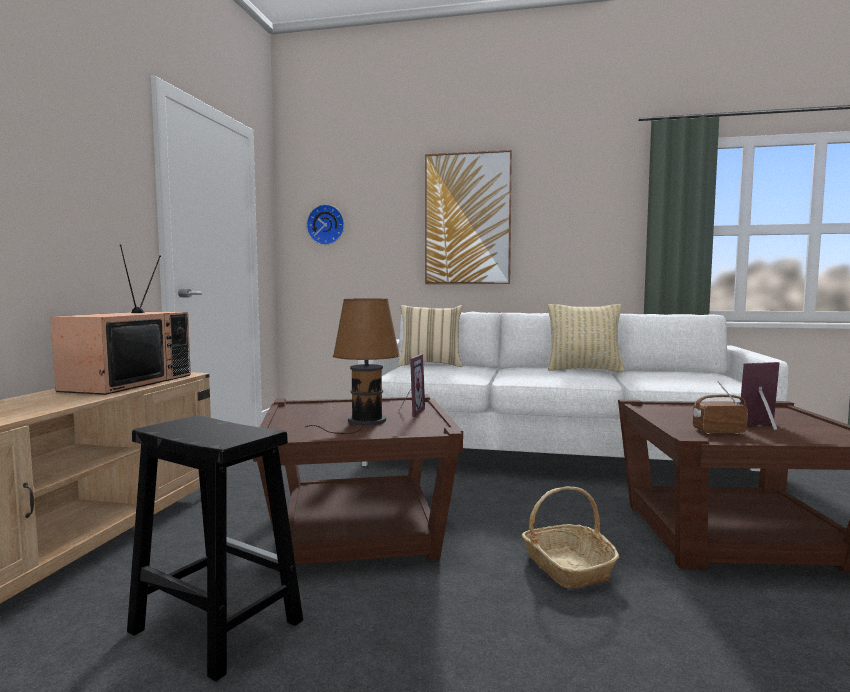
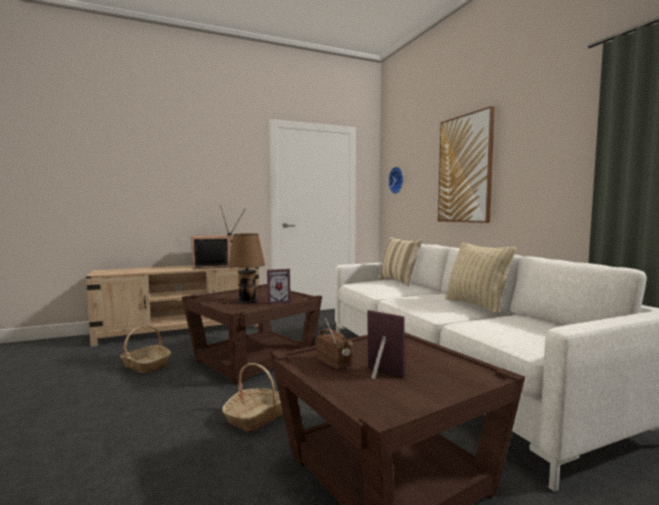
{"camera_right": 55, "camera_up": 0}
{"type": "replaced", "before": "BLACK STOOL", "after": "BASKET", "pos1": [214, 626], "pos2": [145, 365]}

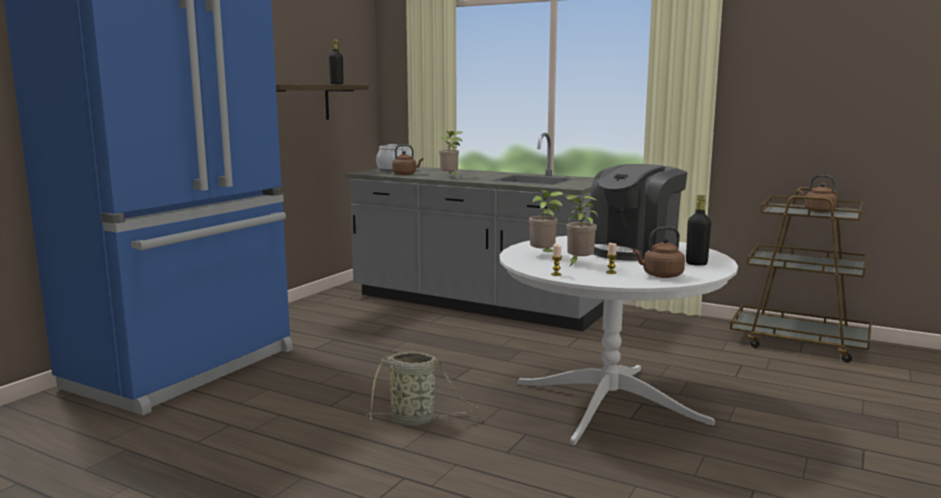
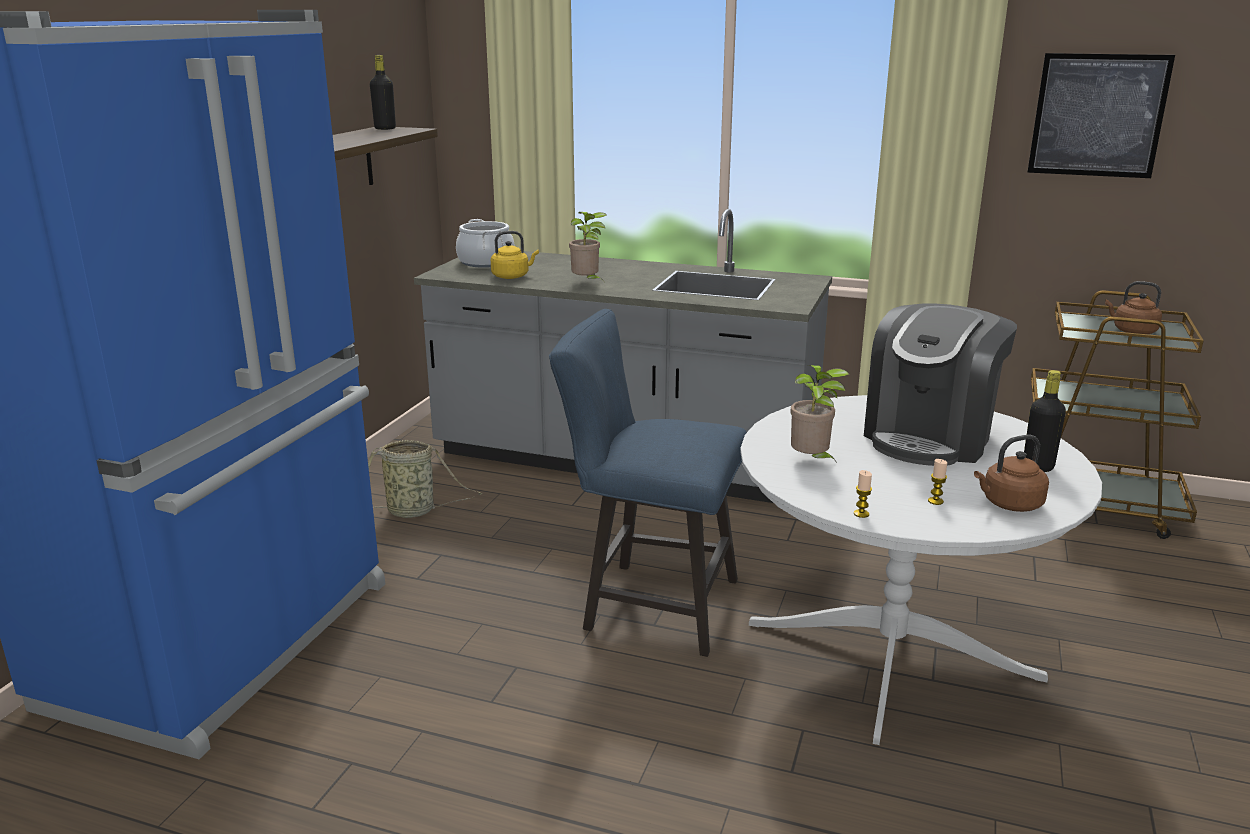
{"camera_right": -10, "camera_up": 10}
{"type": "moved", "before": "BASKET", "pos1": [416, 420], "pos2": [414, 511]}
{"type": "recoloured", "before": "BROWN KETTLE", "after": "YELLOW KETTLE", "pos1": [406, 174], "pos2": [512, 276]}
{"type": "removed", "before": "POTTED PLANT", "pos1": [578, 264]}
{"type": "added", "after": "BLUE CHAIR", "pos2": [649, 604]}
{"type": "added", "after": "PICTURE", "pos2": [1098, 115]}

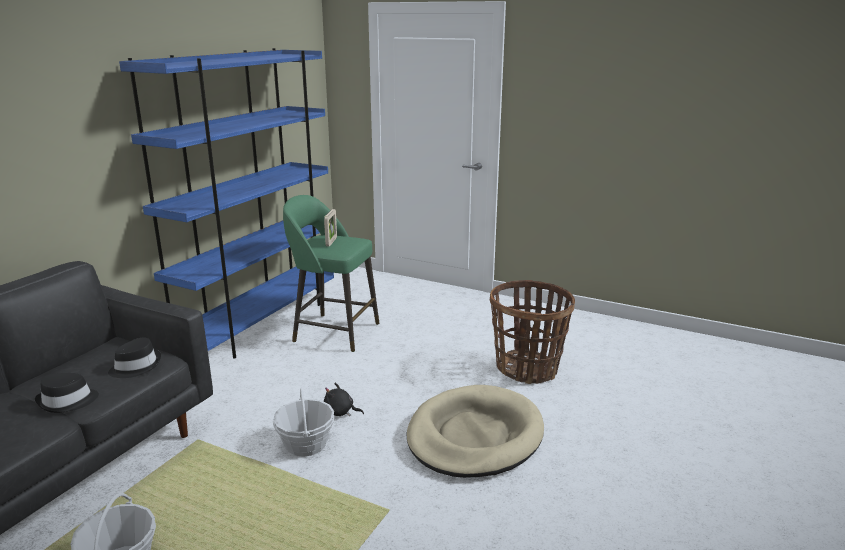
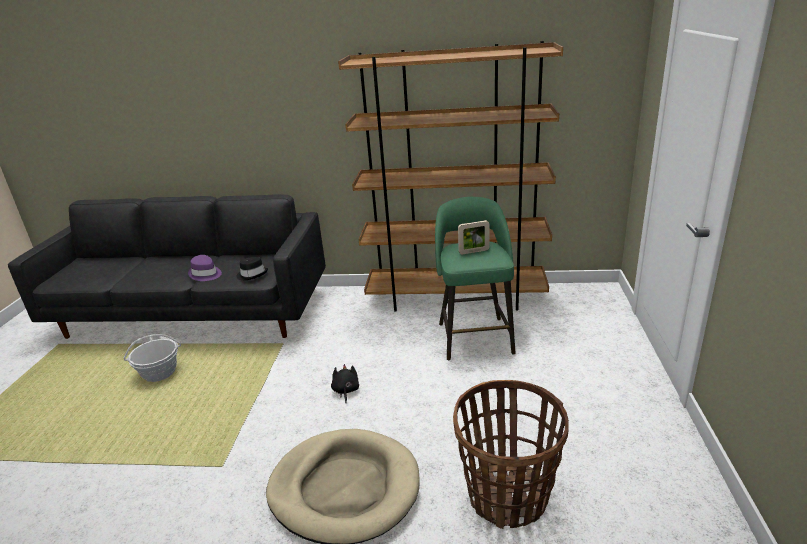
{"camera_right": 70, "camera_up": 5}
{"type": "recoloured", "before": "BLACK HAT", "after": "PURPLE HAT", "pos1": [67, 401], "pos2": [205, 274]}
{"type": "recoloured", "before": "BLUE BOOKCASE", "after": "BROWN BOOKCASE", "pos1": [260, 323], "pos2": [456, 298]}
{"type": "removed", "before": "BASKET", "pos1": [306, 444]}

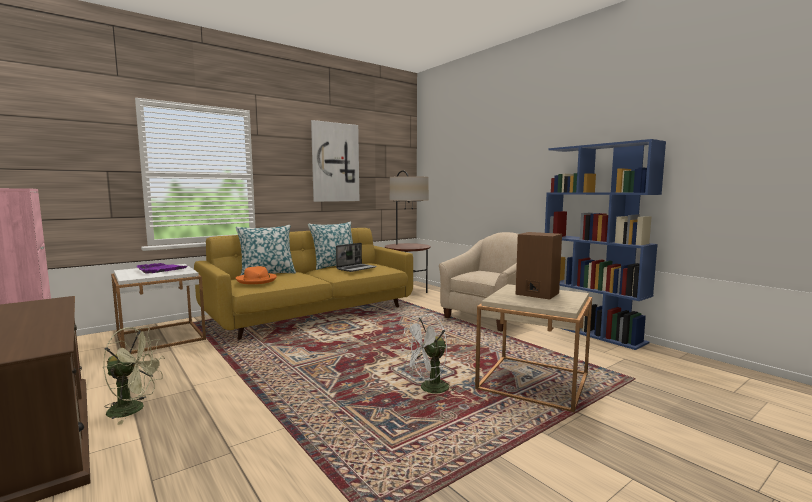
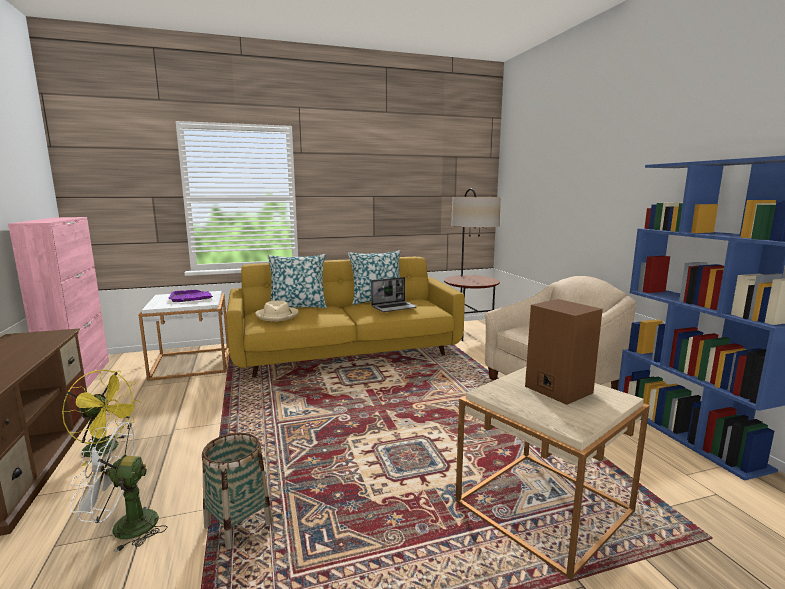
{"camera_right": 20, "camera_up": 5}
{"type": "recoloured", "before": "GREEN FAN", "after": "YELLOW FAN", "pos1": [134, 409], "pos2": [107, 449]}
{"type": "recoloured", "before": "ORANGE HAT", "after": "BEIGE HAT", "pos1": [257, 280], "pos2": [277, 316]}
{"type": "removed", "before": "PICTURE", "pos1": [335, 162]}
{"type": "moved", "before": "WHITE FAN", "pos1": [429, 390], "pos2": [124, 527]}
{"type": "added", "after": "BASKET", "pos2": [238, 525]}

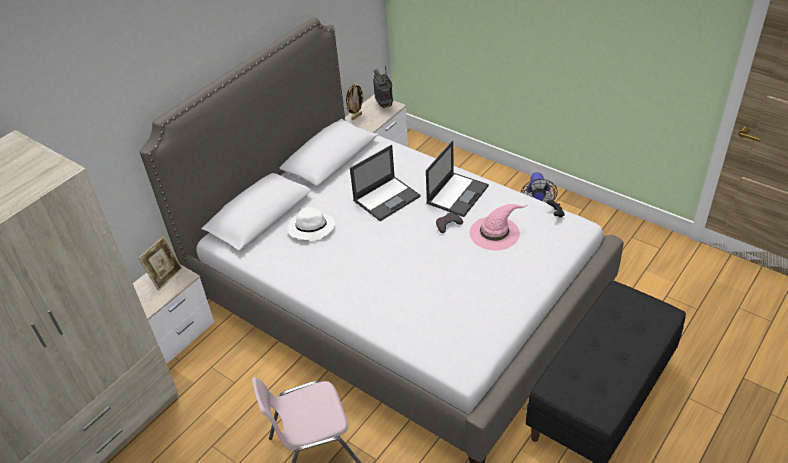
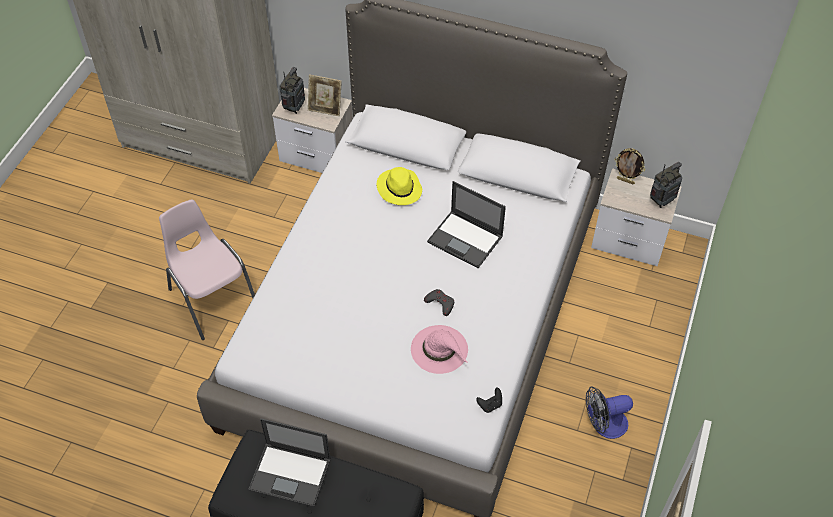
{"camera_right": 70, "camera_up": 10}
{"type": "recoloured", "before": "WHITE HAT", "after": "YELLOW HAT", "pos1": [310, 228], "pos2": [399, 188]}
{"type": "moved", "before": "LAPTOP", "pos1": [457, 194], "pos2": [291, 474]}
{"type": "added", "after": "RADIO", "pos2": [294, 108]}

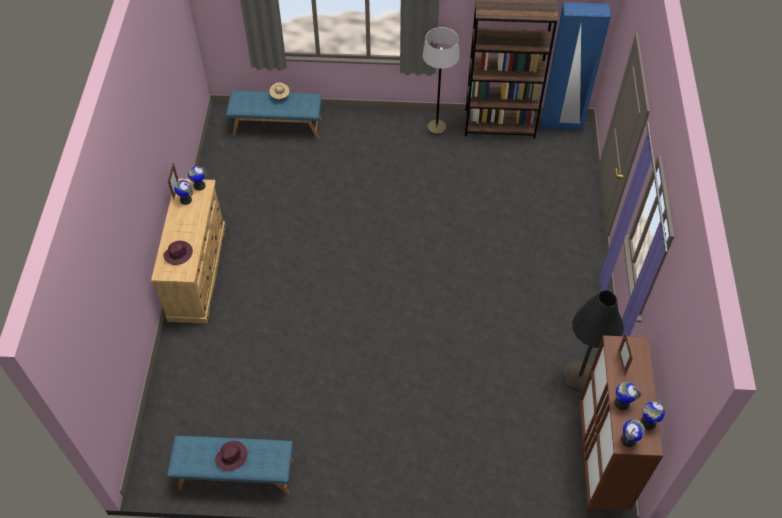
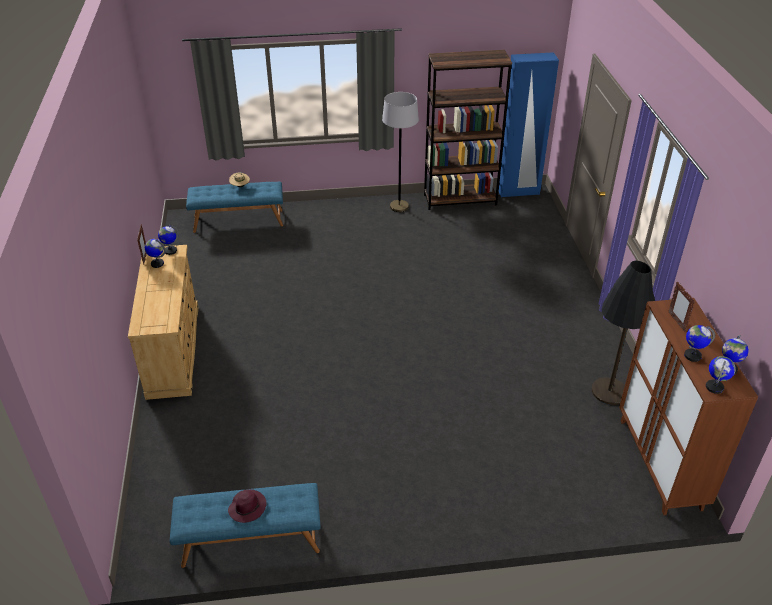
{"camera_right": -10, "camera_up": -15}
{"type": "removed", "before": "PURPLE HAT", "pos1": [178, 253]}

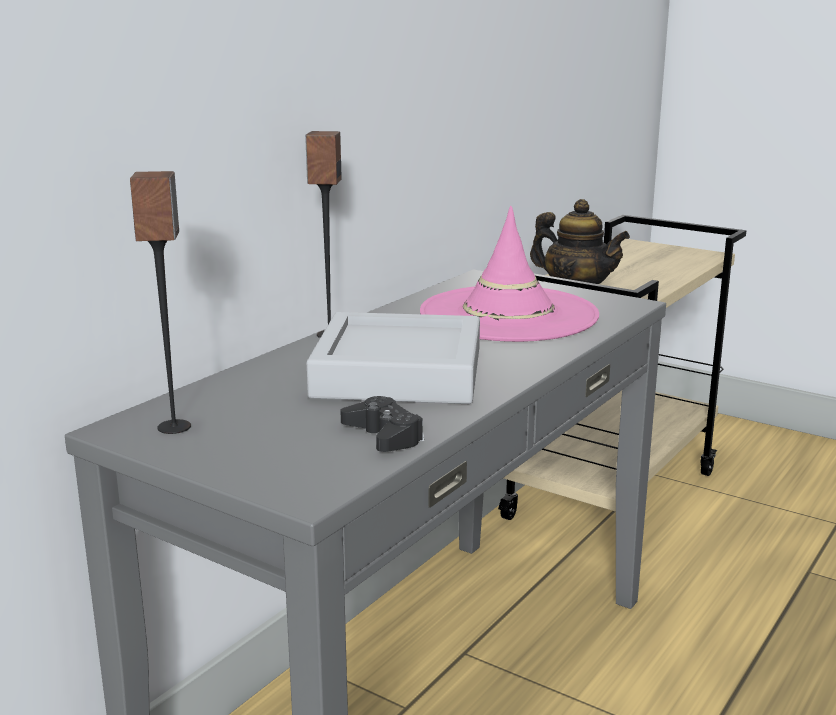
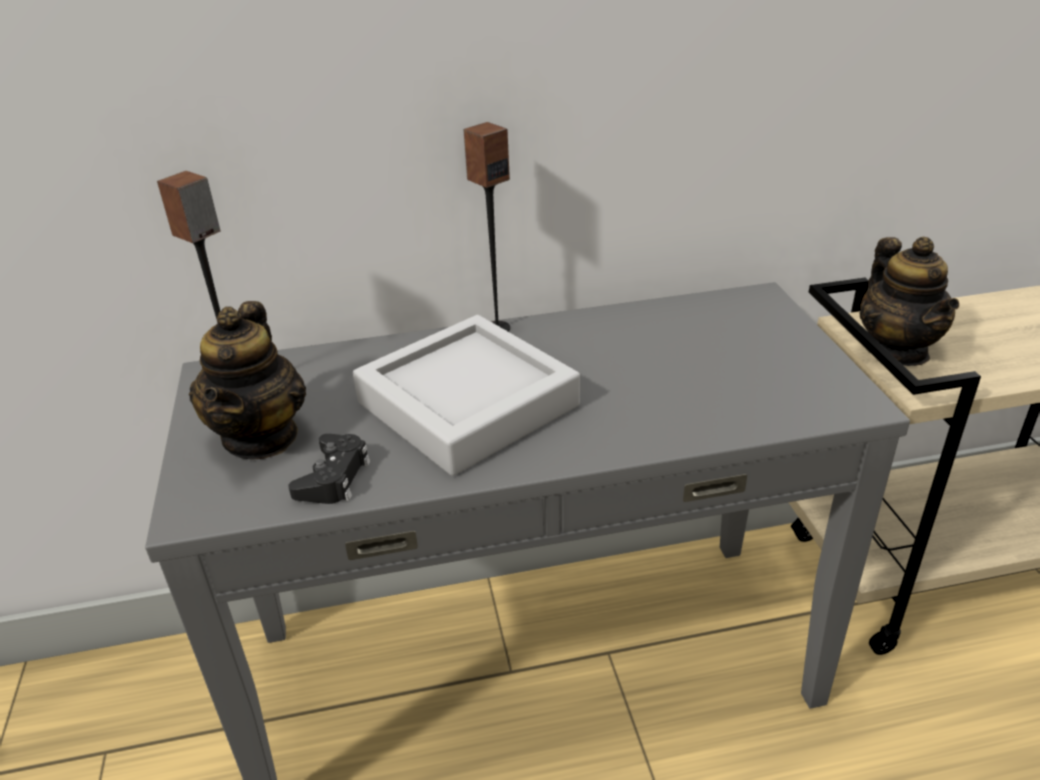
{"camera_right": 45, "camera_up": 15}
{"type": "removed", "before": "PINK HAT", "pos1": [508, 315]}
{"type": "added", "after": "TEAPOT", "pos2": [261, 437]}

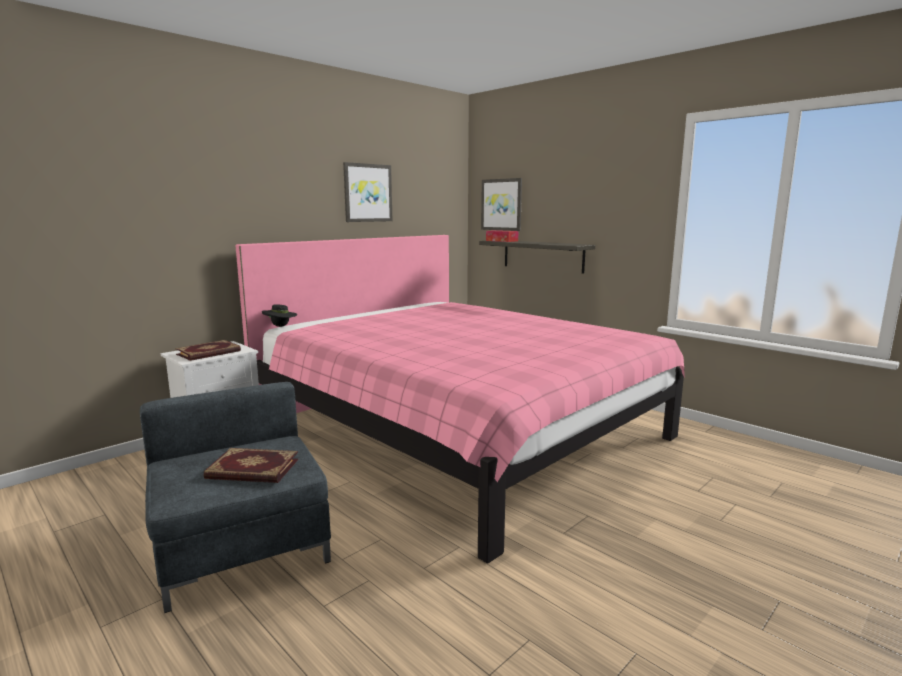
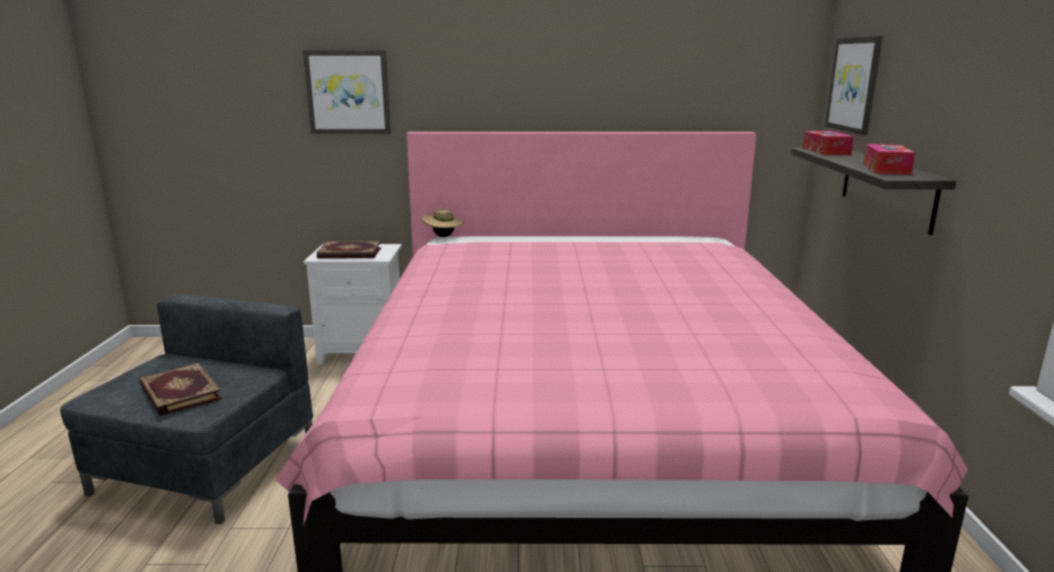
{"camera_right": 45, "camera_up": 5}
{"type": "recoloured", "before": "BLACK HAT", "after": "BEIGE HAT", "pos1": [280, 326], "pos2": [443, 236]}
{"type": "moved", "before": "PICTURE", "pos1": [367, 193], "pos2": [348, 92]}
{"type": "added", "after": "TISSUE BOX", "pos2": [886, 169]}

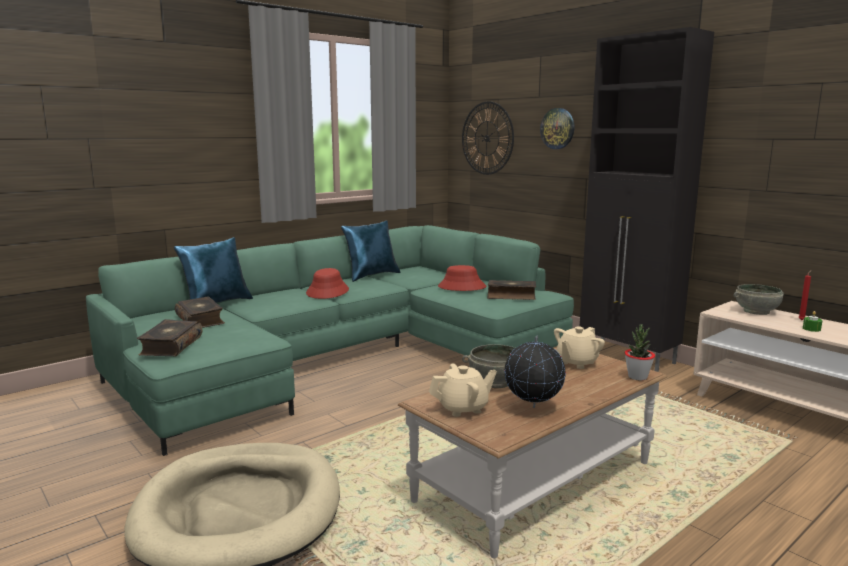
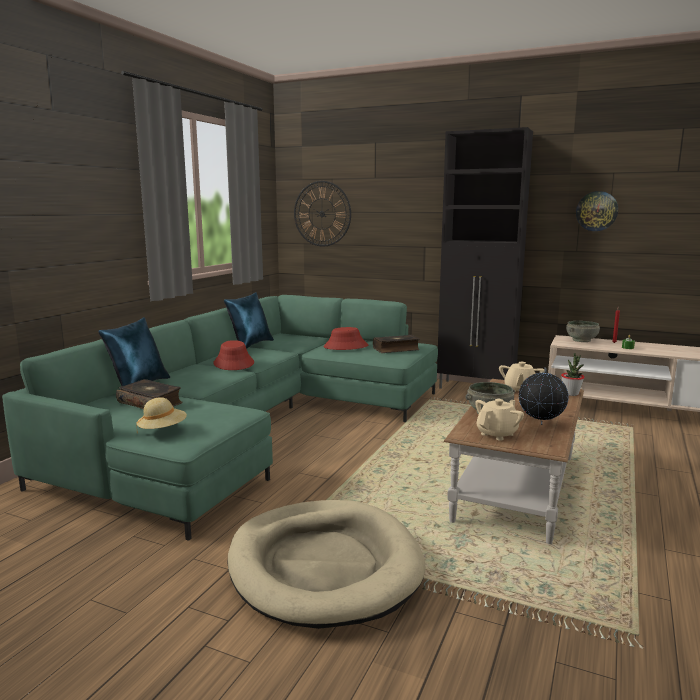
{"camera_right": -25, "camera_up": 0}
{"type": "replaced", "before": "BOOK", "after": "BEIGE HAT", "pos1": [170, 346], "pos2": [162, 430]}
{"type": "moved", "before": "WALL CLOCK", "pos1": [557, 128], "pos2": [596, 211]}

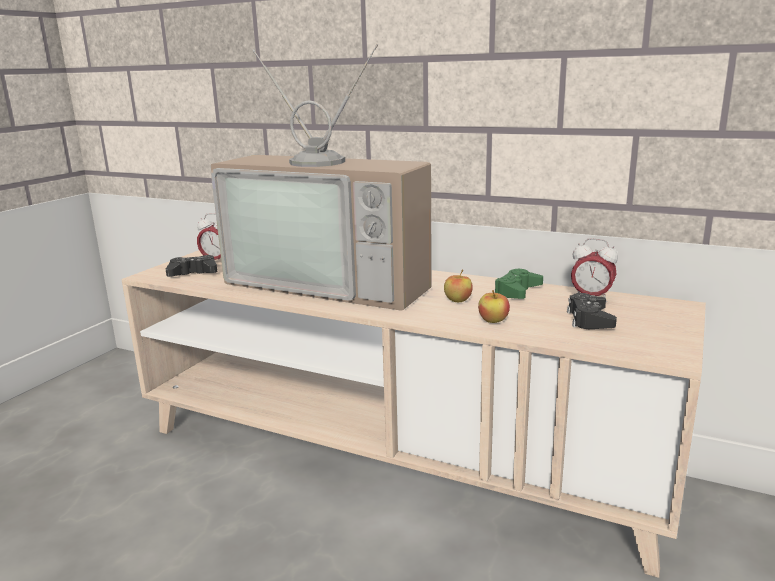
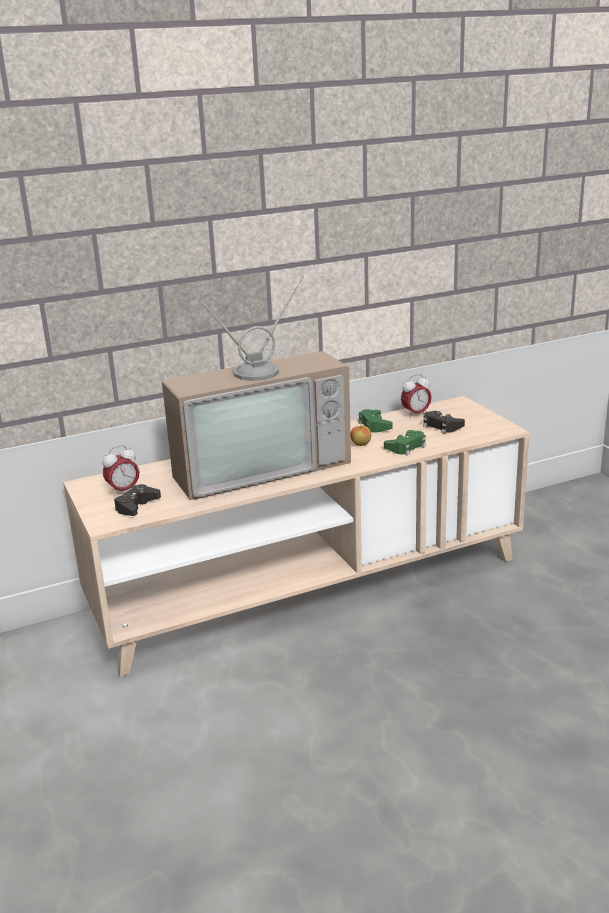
{"camera_right": -50, "camera_up": 5}
{"type": "replaced", "before": "APPLE", "after": "GREEN GAME CONTROLLER", "pos1": [493, 321], "pos2": [406, 447]}

